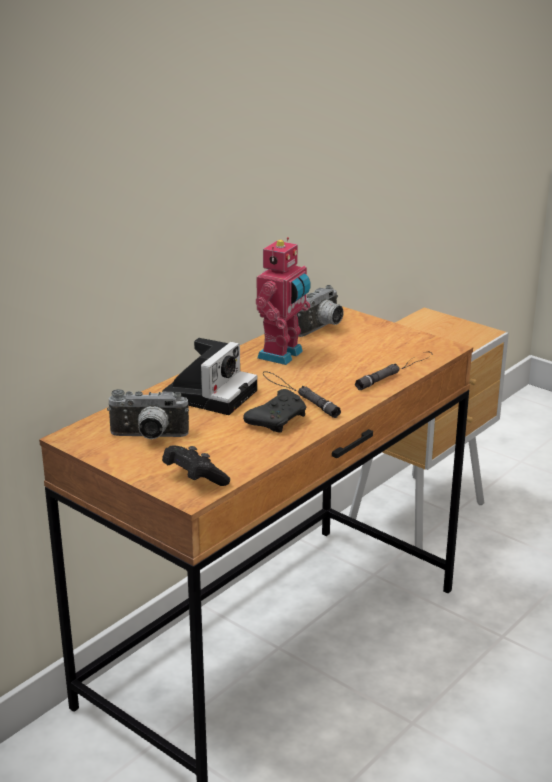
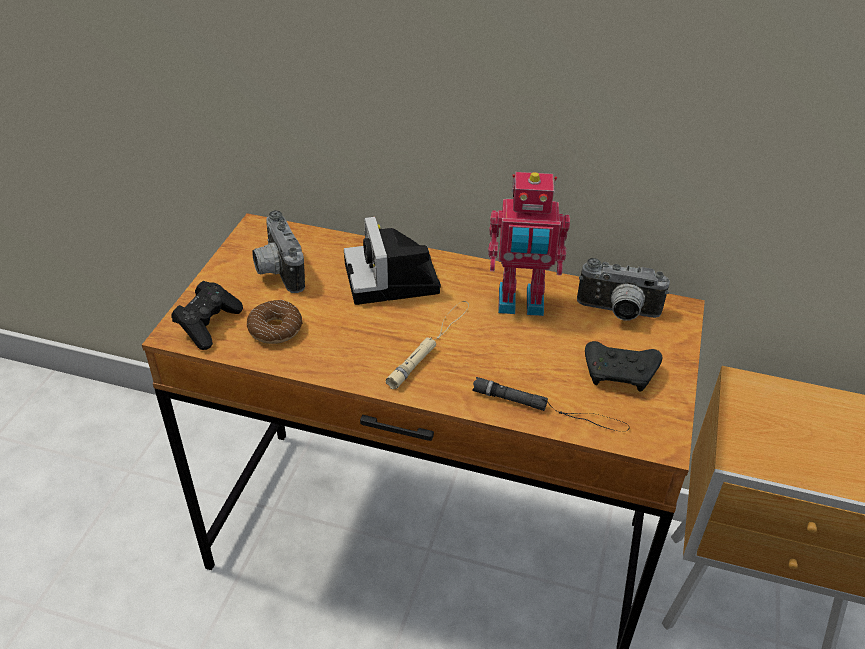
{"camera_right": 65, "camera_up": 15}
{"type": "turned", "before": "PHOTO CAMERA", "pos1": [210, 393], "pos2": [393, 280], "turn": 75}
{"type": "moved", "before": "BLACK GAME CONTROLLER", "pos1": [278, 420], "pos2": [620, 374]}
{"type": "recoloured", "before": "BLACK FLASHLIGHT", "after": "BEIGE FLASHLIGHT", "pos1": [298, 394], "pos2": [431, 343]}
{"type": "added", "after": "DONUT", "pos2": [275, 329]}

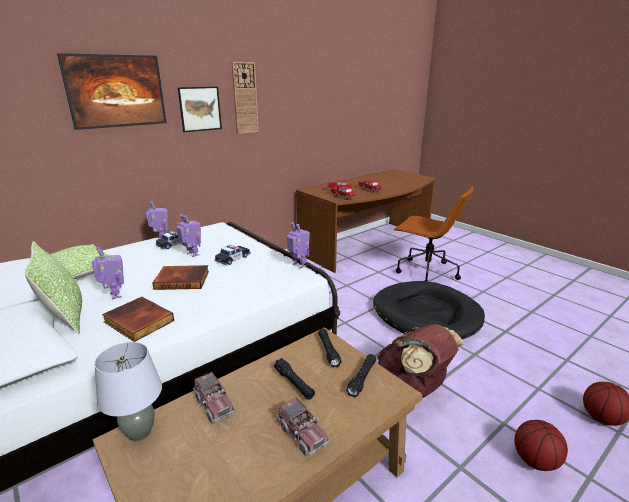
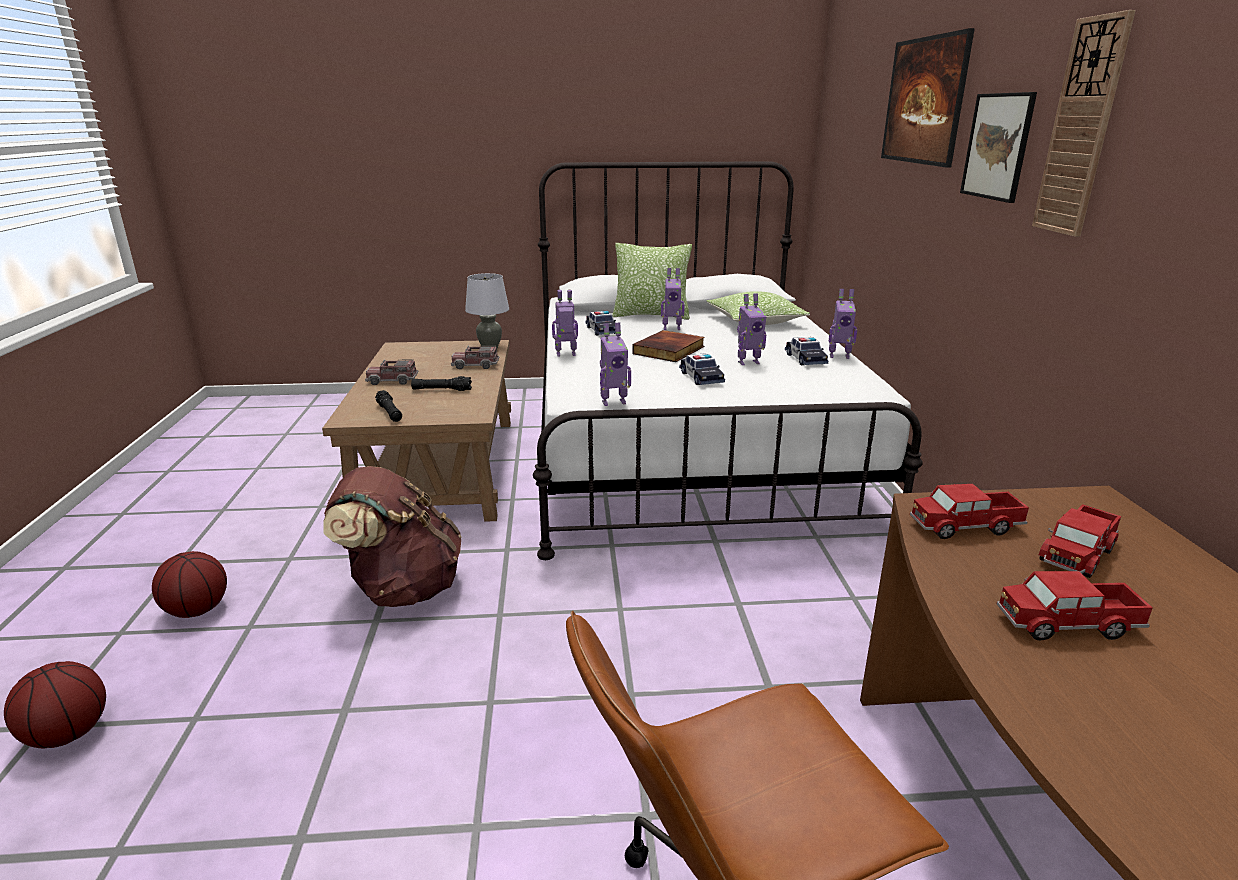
{"camera_right": 125, "camera_up": 0}
{"type": "replaced", "before": "BOOK", "after": "TOY CAR", "pos1": [137, 321], "pos2": [601, 330]}
{"type": "removed", "before": "BLACK FLASHLIGHT", "pos1": [328, 351]}
{"type": "removed", "before": "BLACK DOG BED", "pos1": [426, 314]}
{"type": "added", "after": "TOY ROBOT", "pos2": [566, 354]}

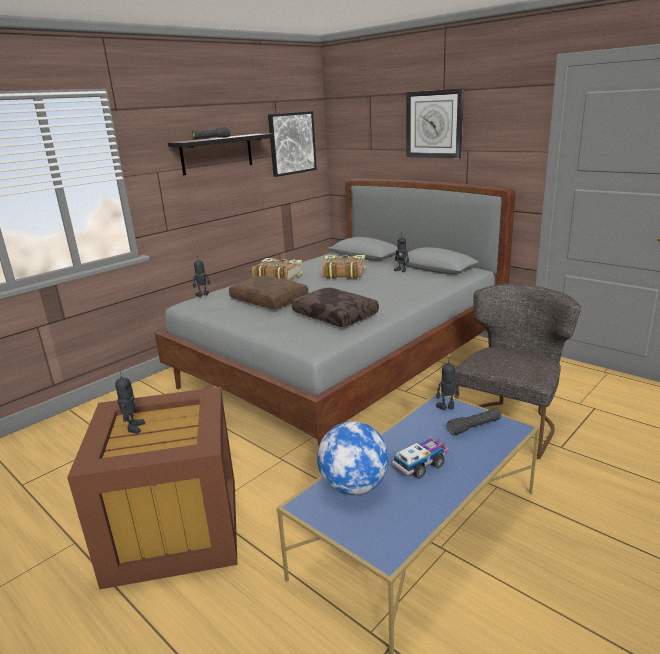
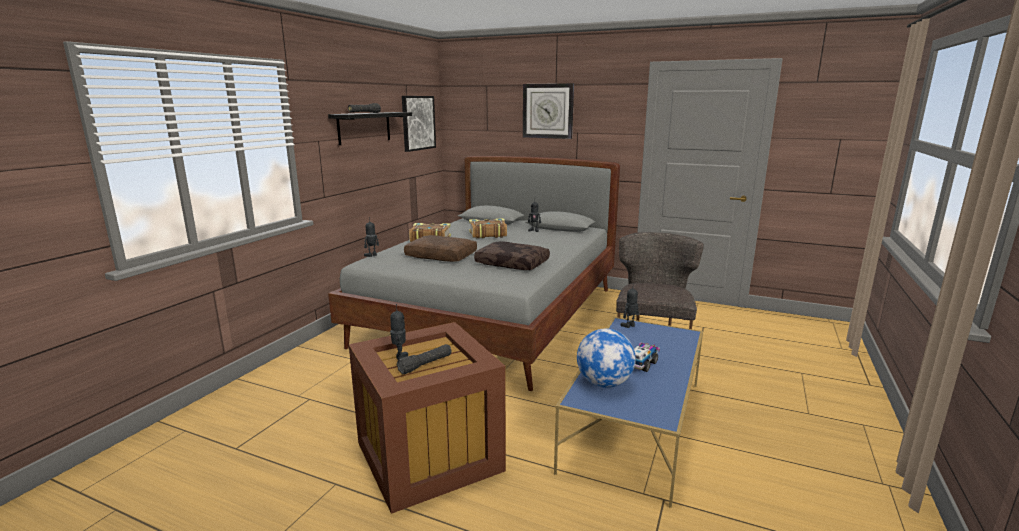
{"camera_right": -20, "camera_up": -5}
{"type": "moved", "before": "BLACK FLASHLIGHT", "pos1": [474, 427], "pos2": [425, 365]}

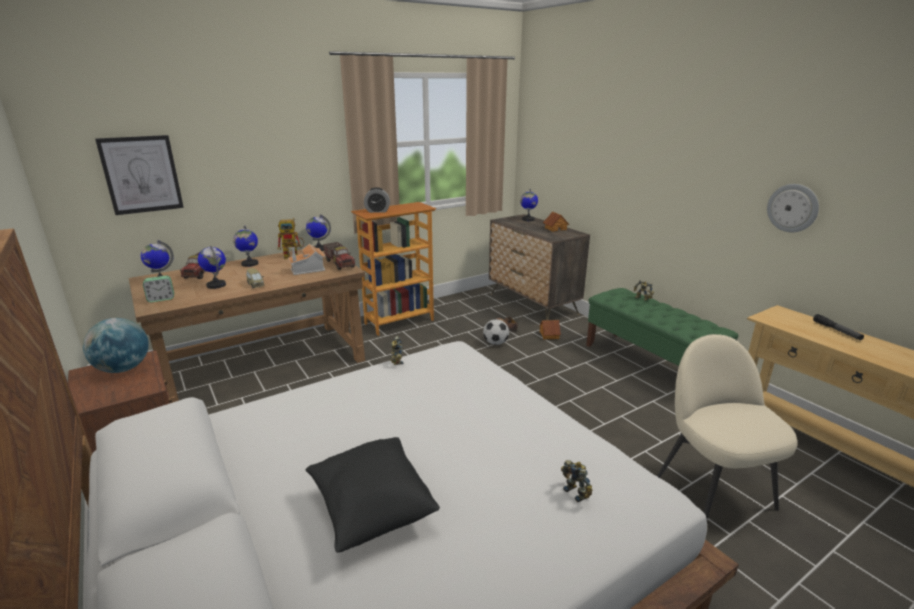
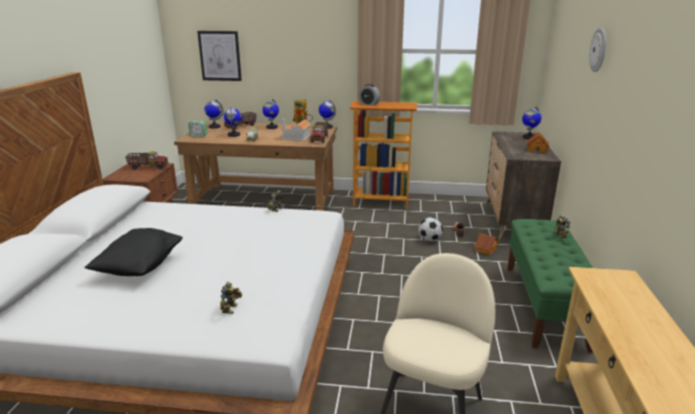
{"camera_right": 40, "camera_up": 0}
{"type": "replaced", "before": "GLOBE", "after": "TOY TRUCK", "pos1": [123, 369], "pos2": [148, 167]}
{"type": "moved", "before": "WALL CLOCK", "pos1": [792, 208], "pos2": [599, 50]}
{"type": "removed", "before": "FLASHLIGHT", "pos1": [836, 331]}

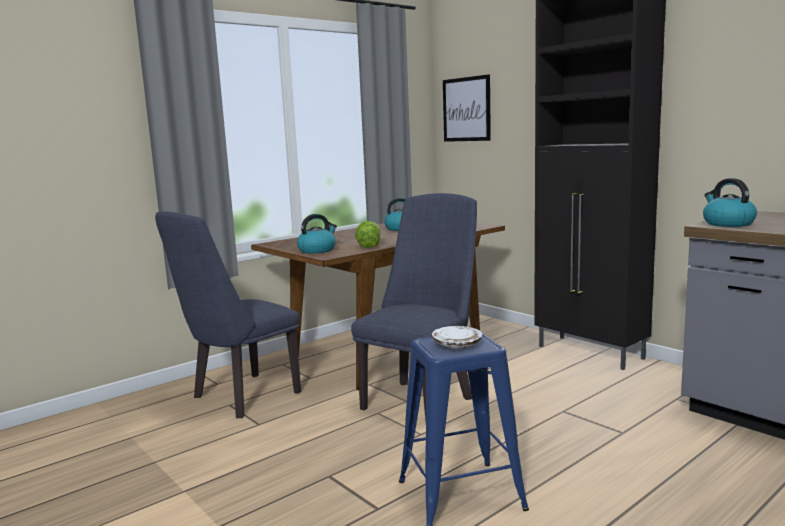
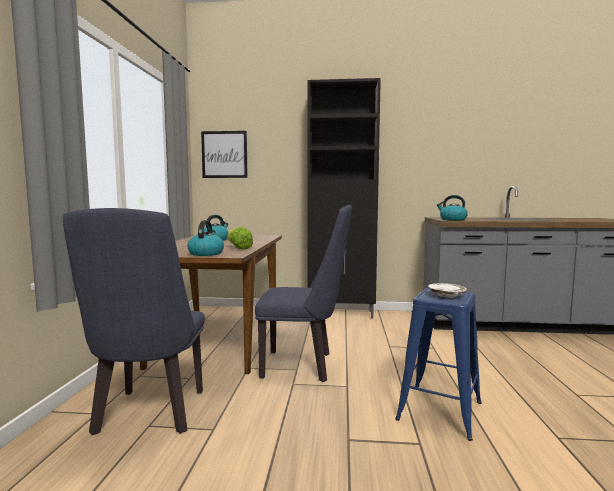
{"camera_right": -45, "camera_up": -5}
{"type": "turned", "before": "BLUE CHAIR", "pos1": [421, 399], "pos2": [304, 365], "turn": 105}

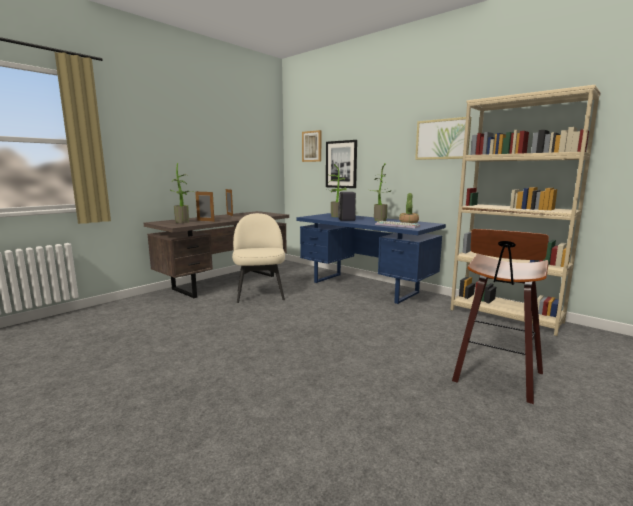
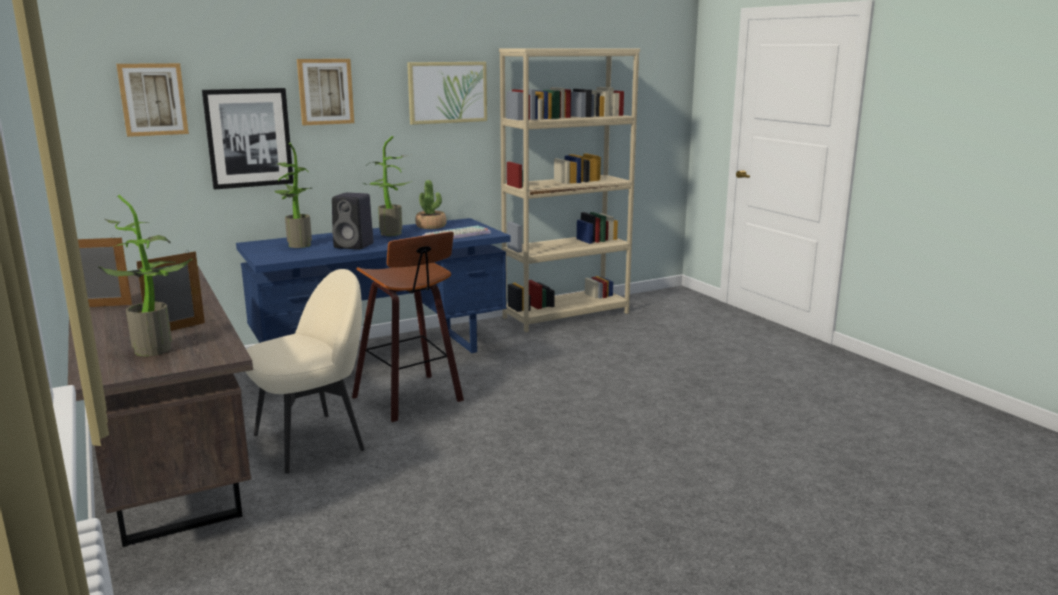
{"camera_right": -70, "camera_up": 5}
{"type": "turned", "before": "BEIGE CHAIR", "pos1": [260, 294], "pos2": [312, 441], "turn": 135}
{"type": "moved", "before": "STOOL", "pos1": [495, 377], "pos2": [412, 399]}
{"type": "added", "after": "PICTURE", "pos2": [325, 91]}

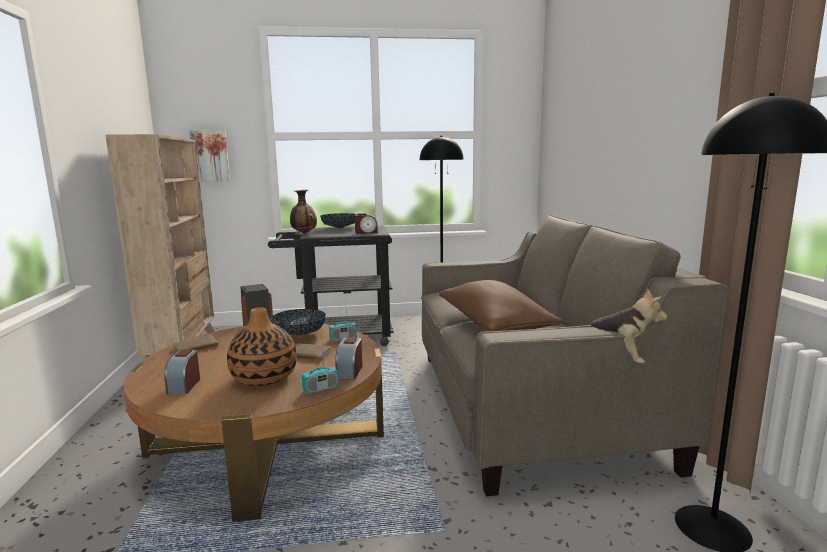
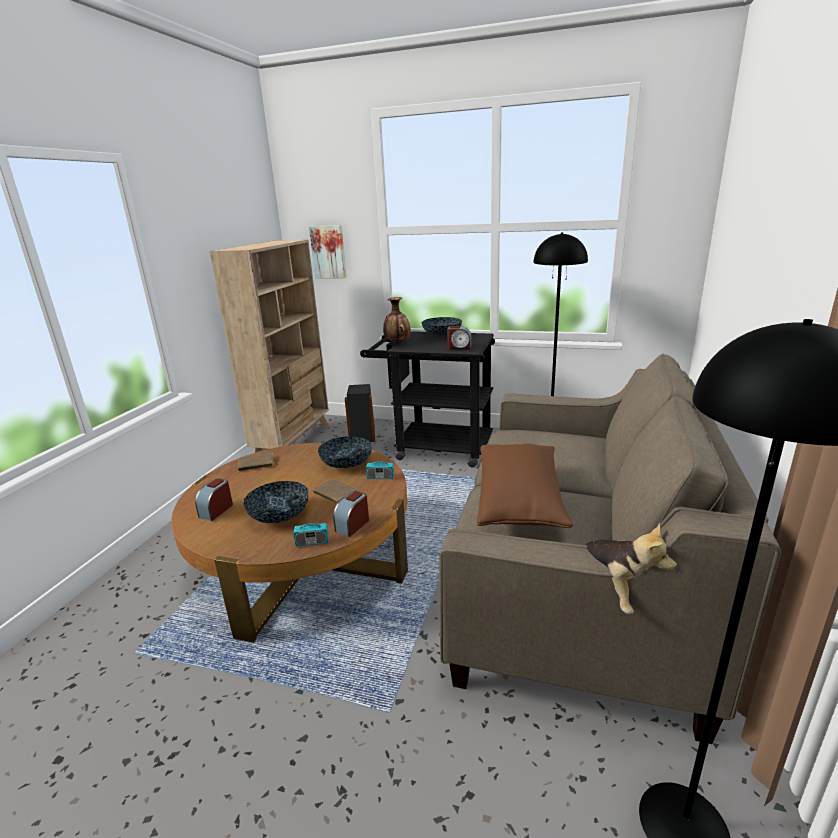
{"camera_right": 25, "camera_up": 10}
{"type": "replaced", "before": "VASE", "after": "BOWL", "pos1": [264, 377], "pos2": [279, 516]}

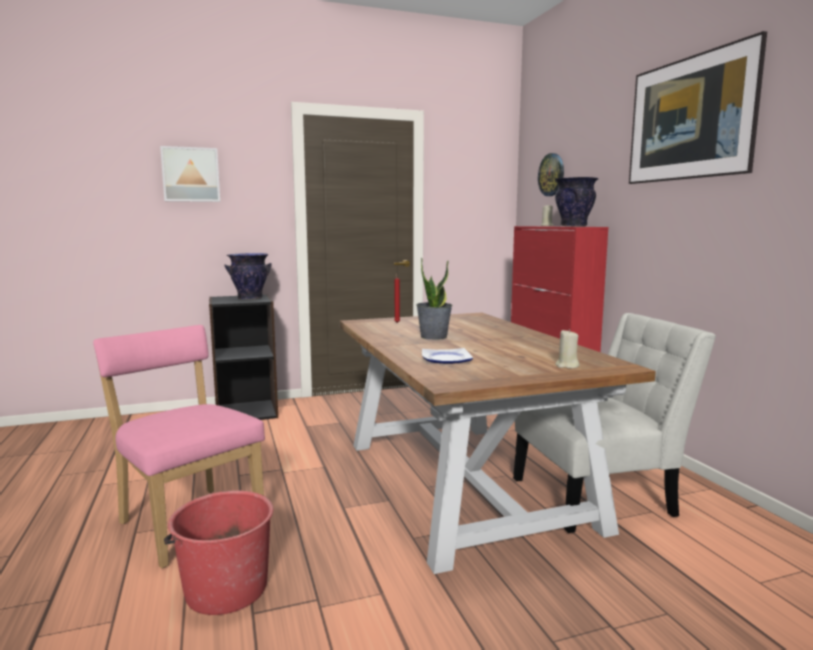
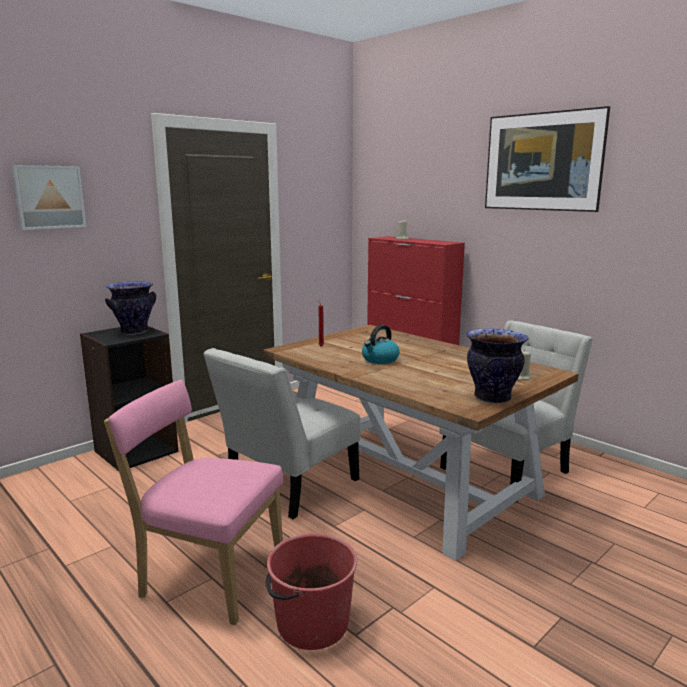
{"camera_right": -25, "camera_up": 5}
{"type": "replaced", "before": "POTTED PLANT", "after": "KETTLE", "pos1": [433, 337], "pos2": [380, 360]}
{"type": "removed", "before": "PLATE", "pos1": [445, 359]}
{"type": "removed", "before": "WALL CLOCK", "pos1": [551, 175]}
{"type": "moved", "before": "VASE", "pos1": [574, 226], "pos2": [493, 398]}
{"type": "added", "after": "WHITE CHAIR", "pos2": [287, 486]}

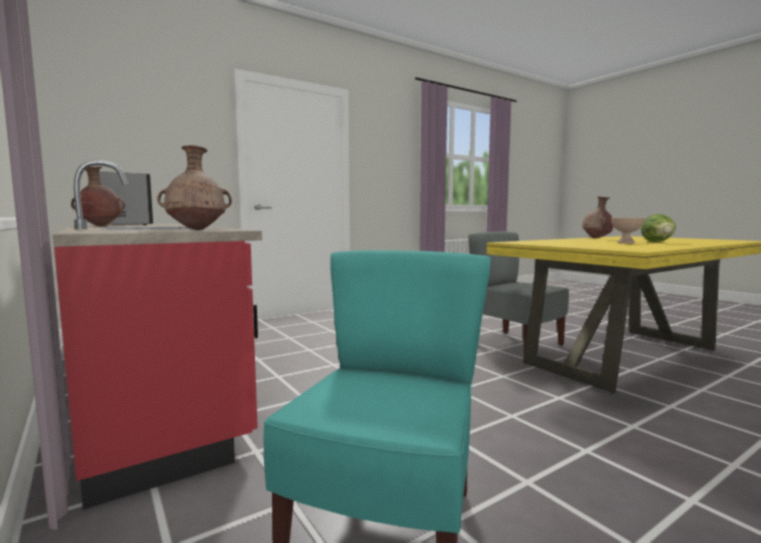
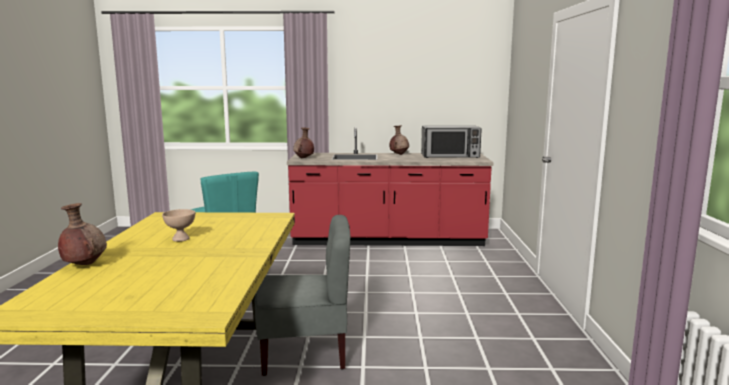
{"camera_right": 125, "camera_up": 5}
{"type": "moved", "before": "BROWN VASE", "pos1": [597, 238], "pos2": [84, 265]}
{"type": "removed", "before": "LETTUCE", "pos1": [658, 242]}

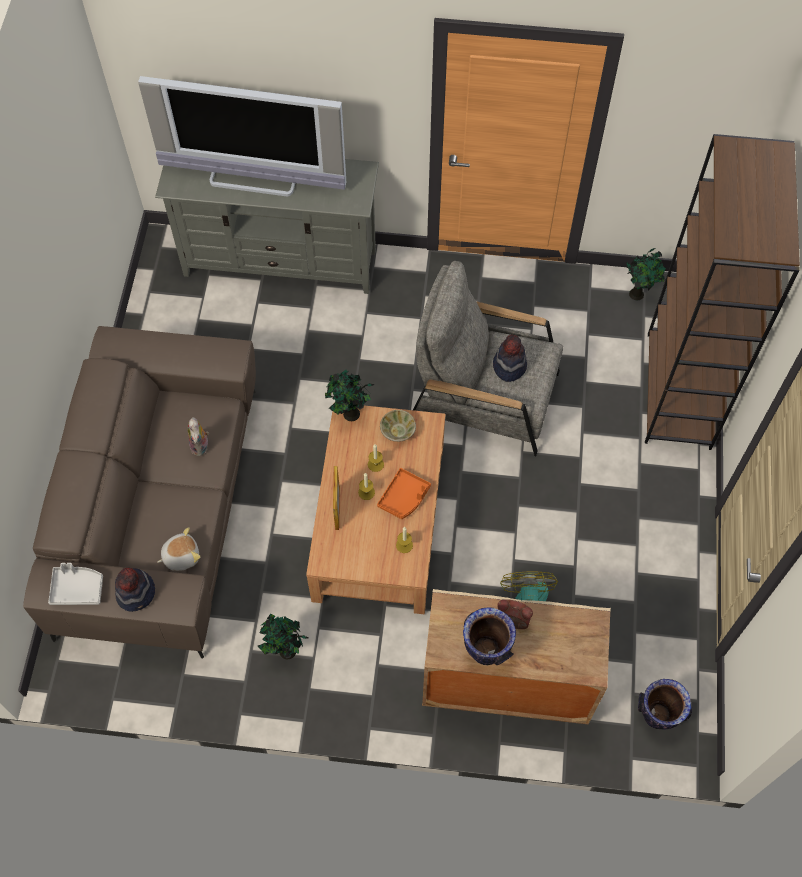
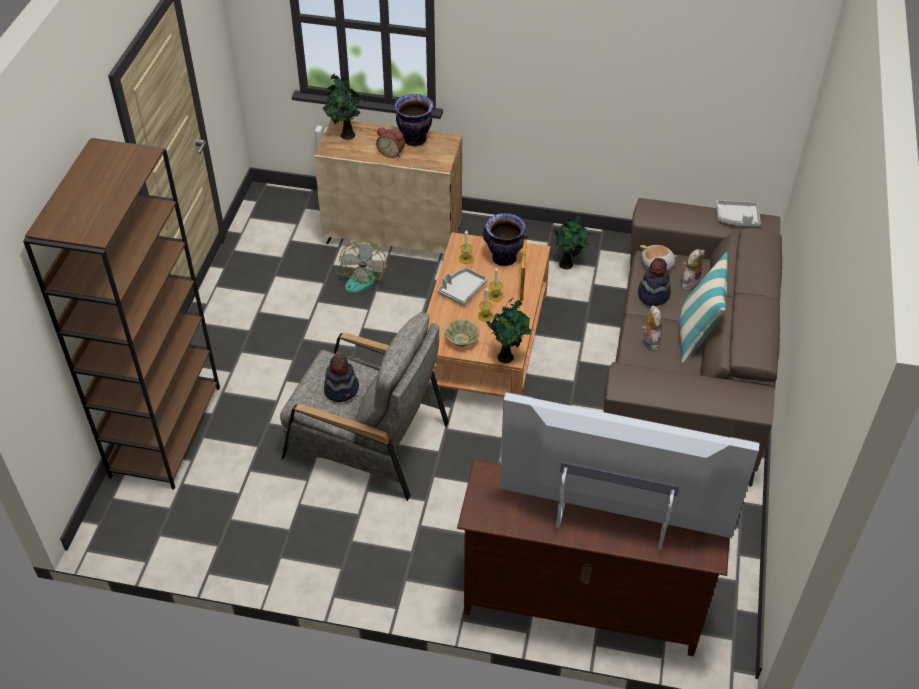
{"camera_right": -175, "camera_up": -15}
{"type": "moved", "before": "HAT", "pos1": [136, 593], "pos2": [653, 294]}
{"type": "recoloured", "before": "GREY TV STAND", "after": "BROWN TV STAND", "pos1": [281, 262], "pos2": [581, 606]}
{"type": "recoloured", "before": "ORANGE TRAY", "after": "GREY TRAY", "pos1": [404, 497], "pos2": [462, 290]}
{"type": "moved", "before": "POTTED PLANT", "pos1": [638, 293], "pos2": [346, 135]}
{"type": "moved", "before": "VASE", "pos1": [657, 716], "pos2": [504, 258]}
{"type": "added", "after": "PLUSH TOY", "pos2": [689, 282]}
{"type": "added", "after": "PILLOW", "pos2": [697, 334]}

